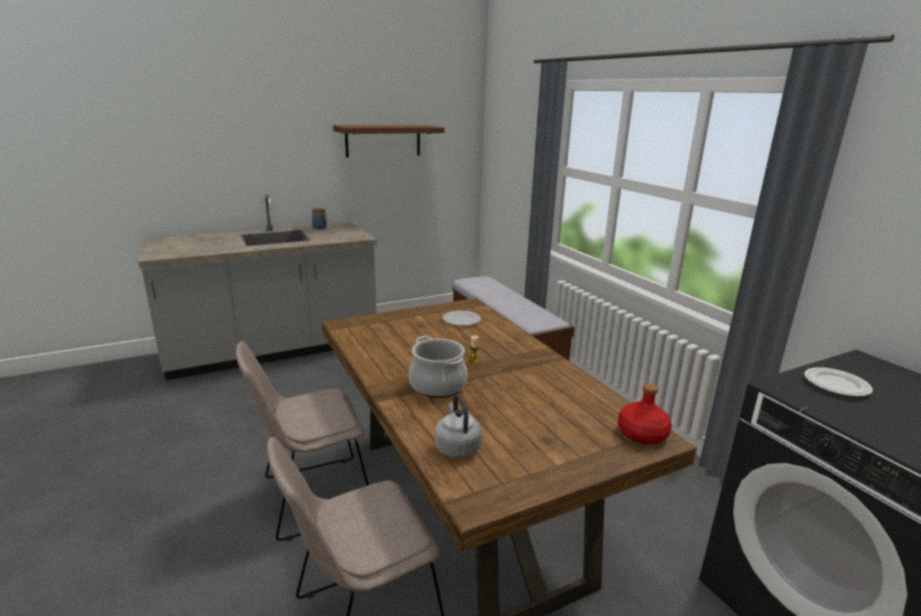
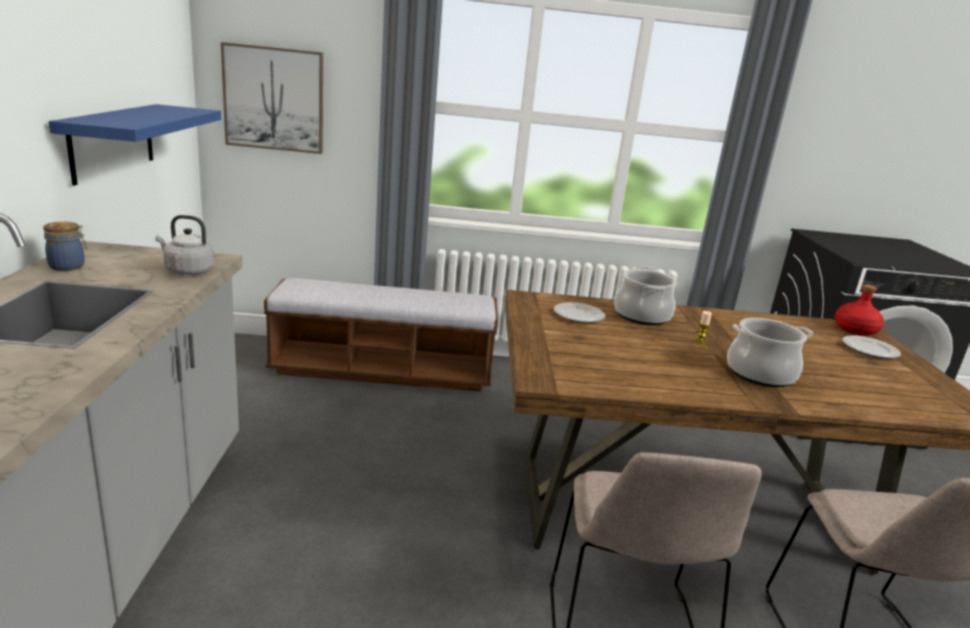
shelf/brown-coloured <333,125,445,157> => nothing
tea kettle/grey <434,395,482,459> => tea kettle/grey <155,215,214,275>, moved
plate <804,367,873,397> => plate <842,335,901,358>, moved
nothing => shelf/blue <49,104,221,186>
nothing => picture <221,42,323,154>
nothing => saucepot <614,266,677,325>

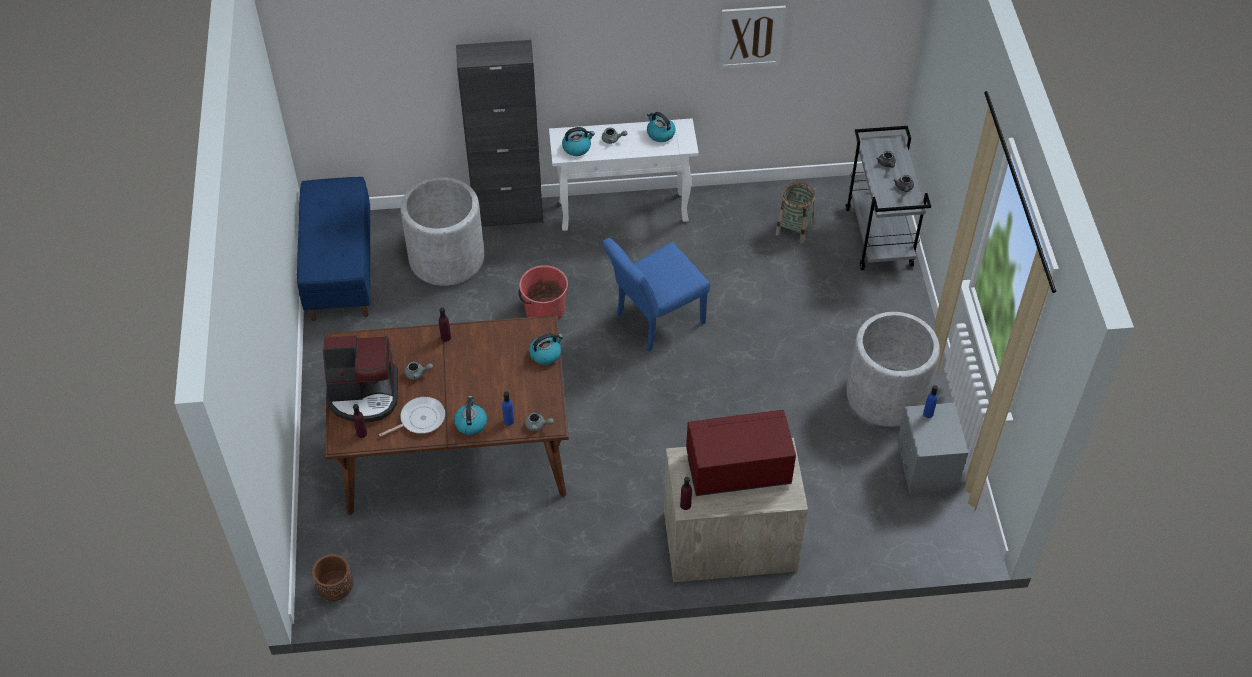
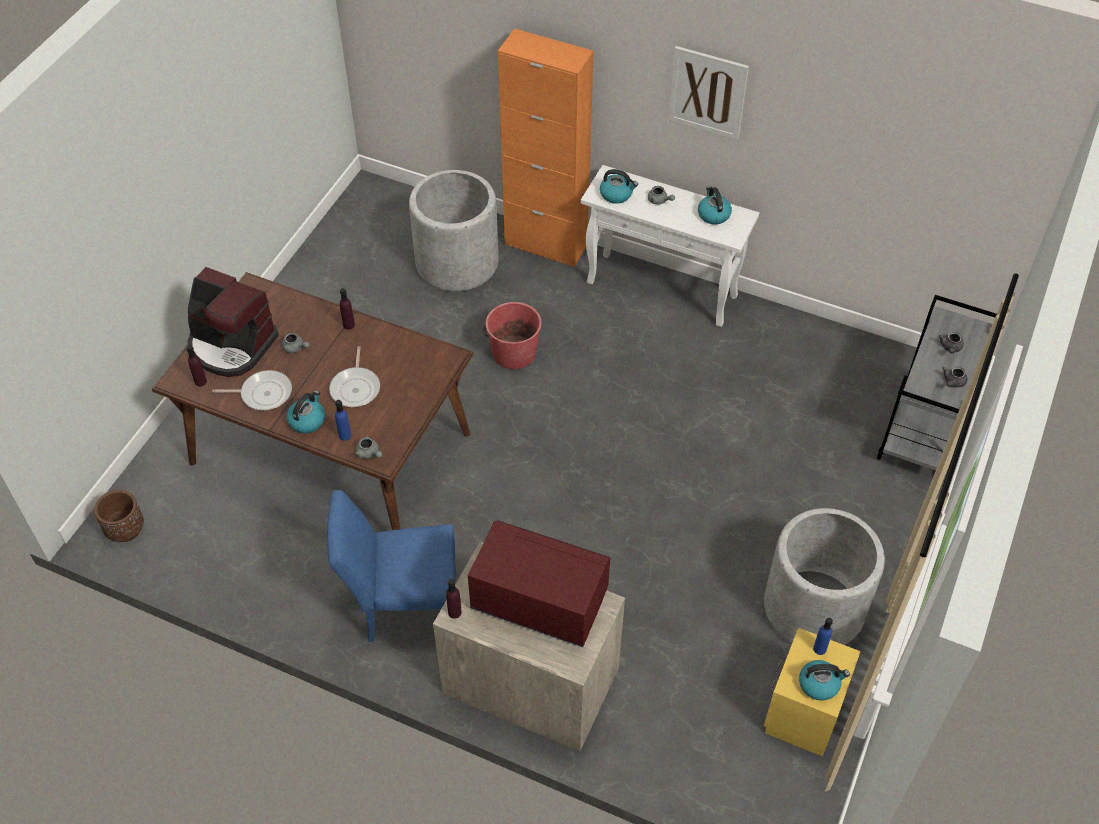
indoor bench/blue <297,177,370,321> => nothing
cupboard/black-coloured <456,40,543,227> => cupboard/orangey <498,28,594,267>
tea kettle <529,333,563,365> => tea kettle <799,660,850,701>, moved
plain chair/blue <602,238,710,352> => plain chair/blue <327,490,456,642>, moved
picture <718,6,786,69> => picture <668,46,749,141>, moved
storage basket <775,182,815,244> => nothing
bedside table/grey <897,403,968,495> => bedside table/yellow-coloured <764,628,861,757>
nothing => skillet <329,346,380,407>

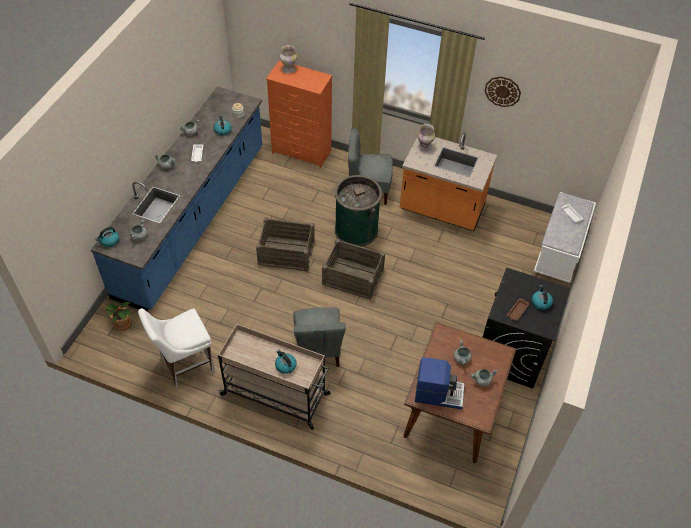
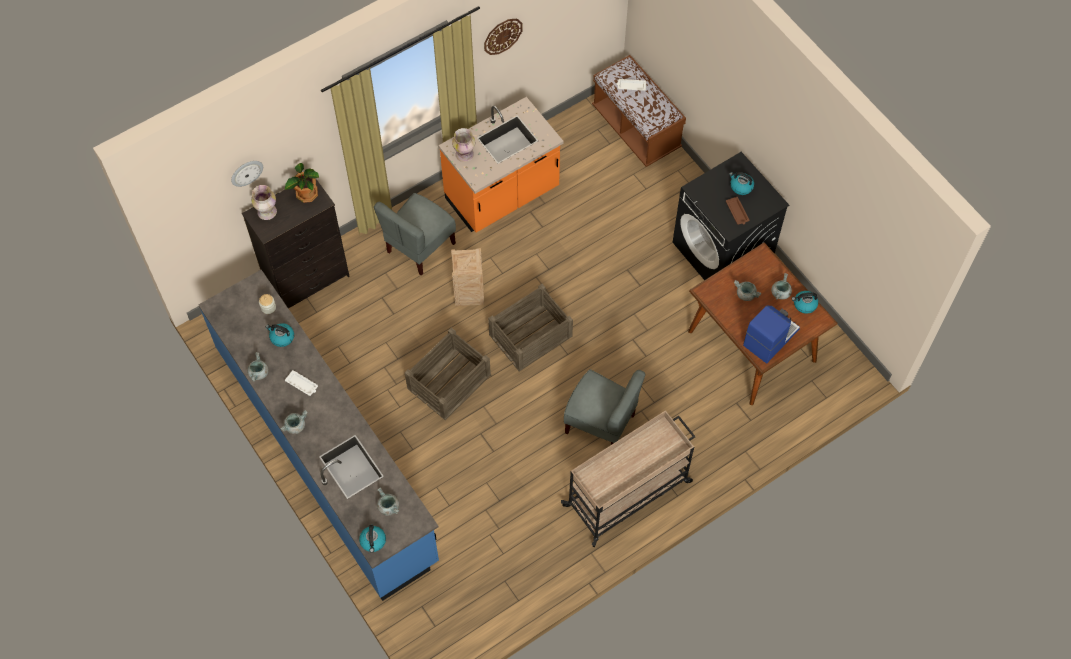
houseplant <105,302,132,331> => houseplant <285,163,319,203>, moved
plain chair/white-coloured <138,308,214,387> => nothing
chest of drawers/orangey <266,60,332,169> => chest of drawers/black-coloured <242,179,350,308>
tea kettle <275,350,297,374> => tea kettle <792,291,818,314>, moved
rubbish bin/green-coloured <334,175,382,247> => crate <451,248,484,306>
indoor bench/white-coloured <534,192,596,283> => indoor bench/brown-coloured <592,55,686,167>
nothing => clock on the wall <231,161,263,187>

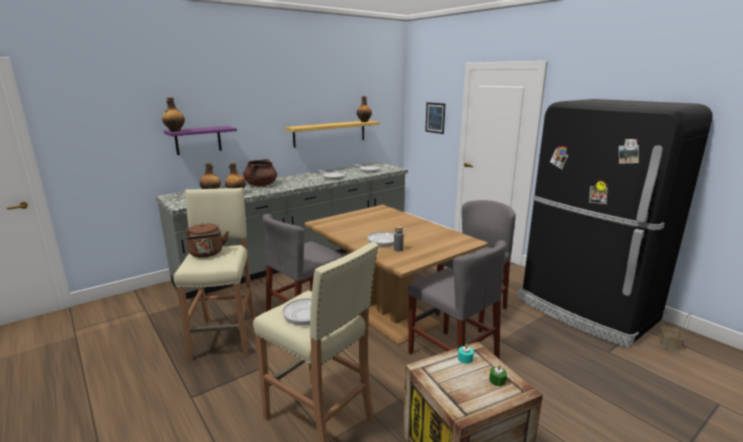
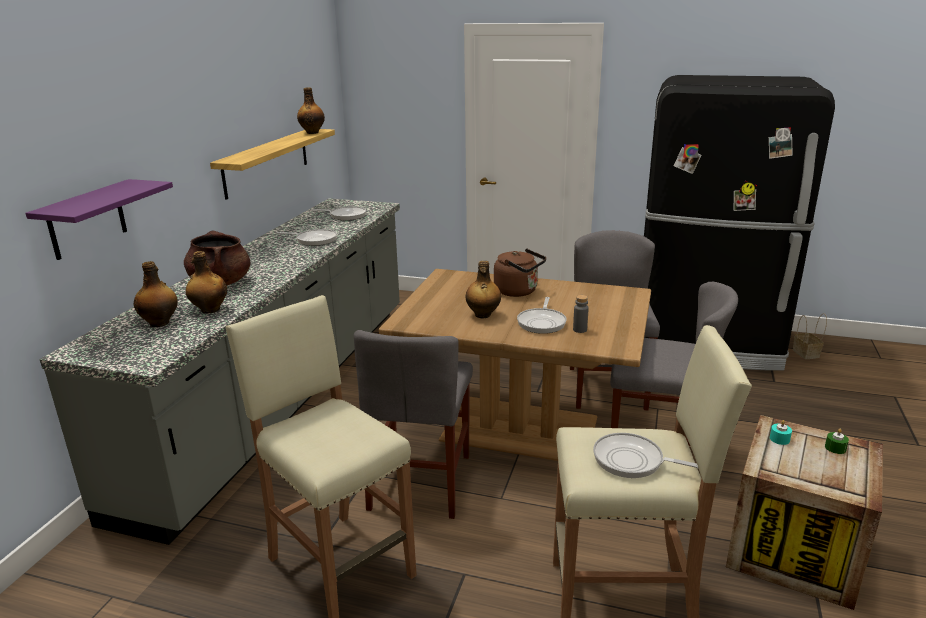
bottle <162,97,185,132> => bottle <465,261,501,319>, moved
tea kettle/brown-coloured <185,223,229,258> => tea kettle/brown-coloured <494,249,546,297>, moved
picture <425,102,445,134> => nothing

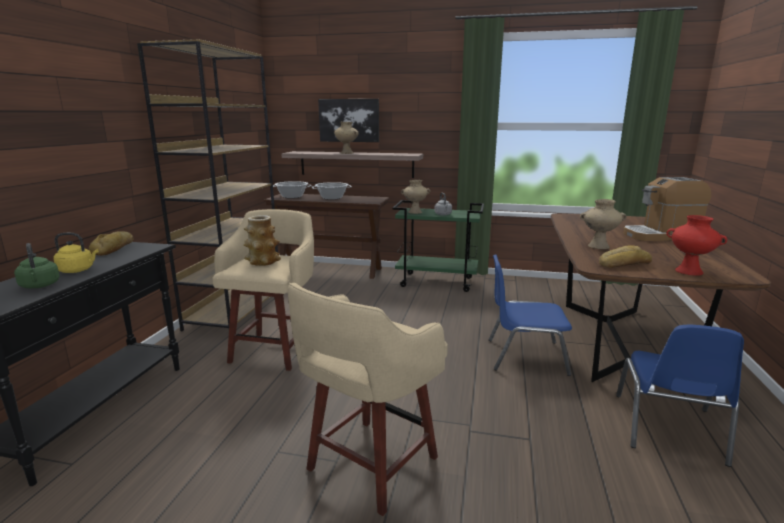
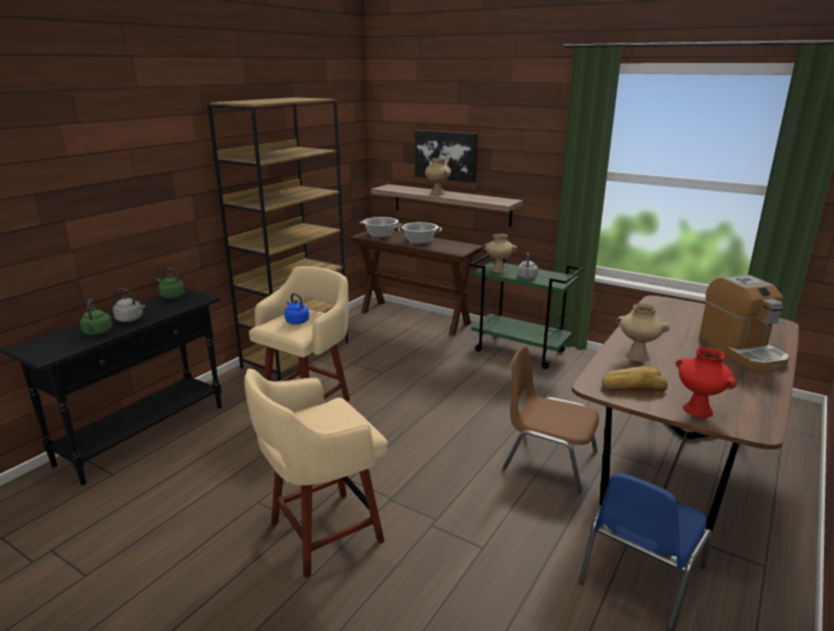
tea kettle/yellow-coloured <53,233,99,273> => tea kettle/grey <113,289,145,322>
baked bread <89,231,133,256> => tea kettle/green-coloured <157,268,185,299>
vase <243,215,281,266> => tea kettle/blue <284,293,309,324>
plain chair/blue <489,254,572,376> => plain chair/brown-coloured <503,346,599,493>
coffee brewer <623,177,711,241> => coffee brewer <699,275,790,371>, 120 degrees counterclockwise

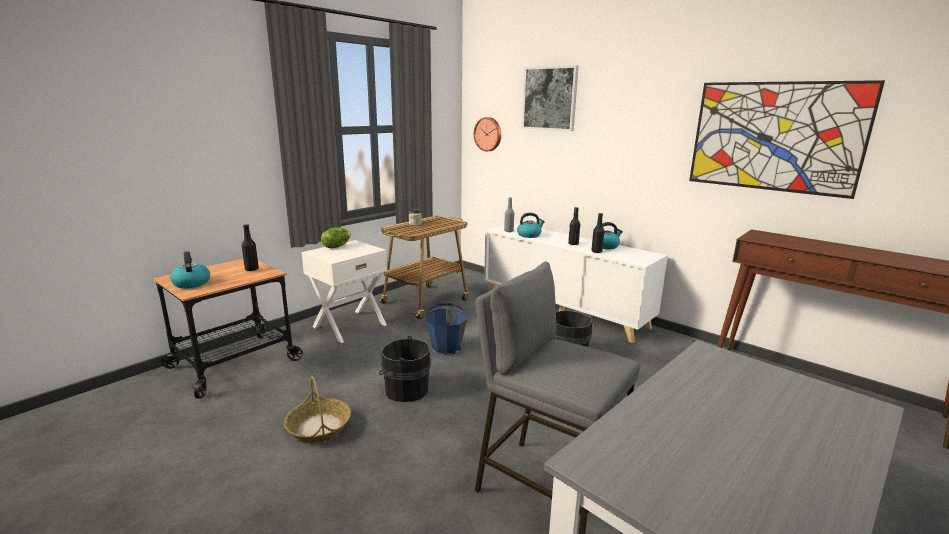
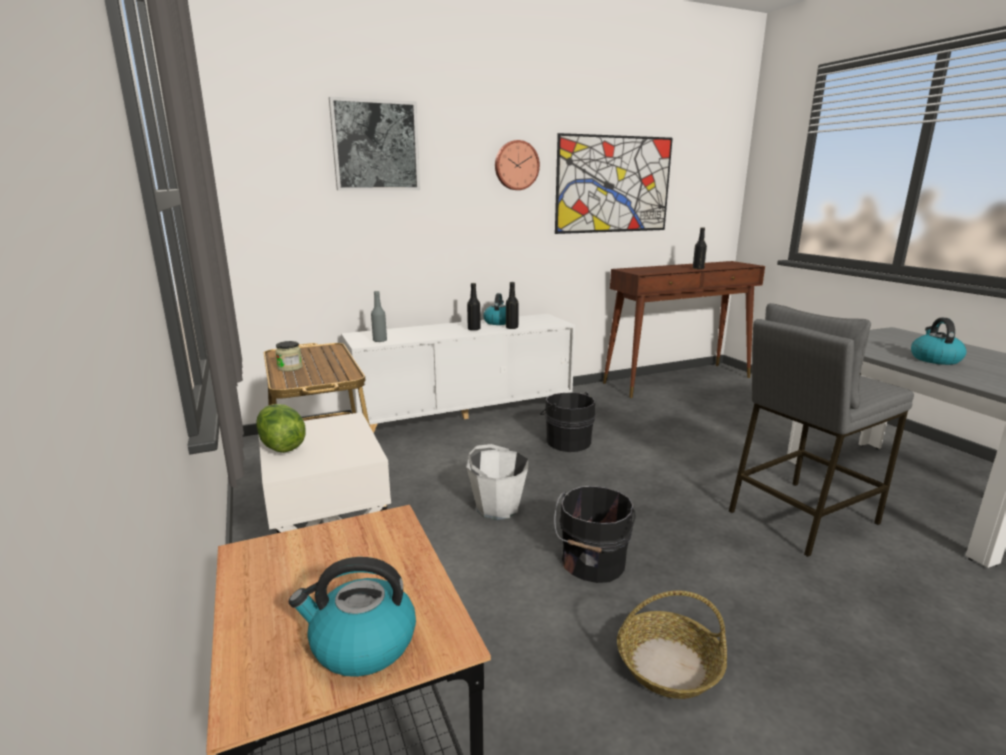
bottle/black-coloured <242,224,259,271> => bottle/black-coloured <693,227,707,270>, moved
pail/blue <426,303,467,355> => pail/white-coloured <466,444,528,520>
clock on the wall <474,117,501,152> => clock on the wall <495,140,540,190>, moved
tea kettle <517,212,545,238> => tea kettle <911,318,967,365>, moved

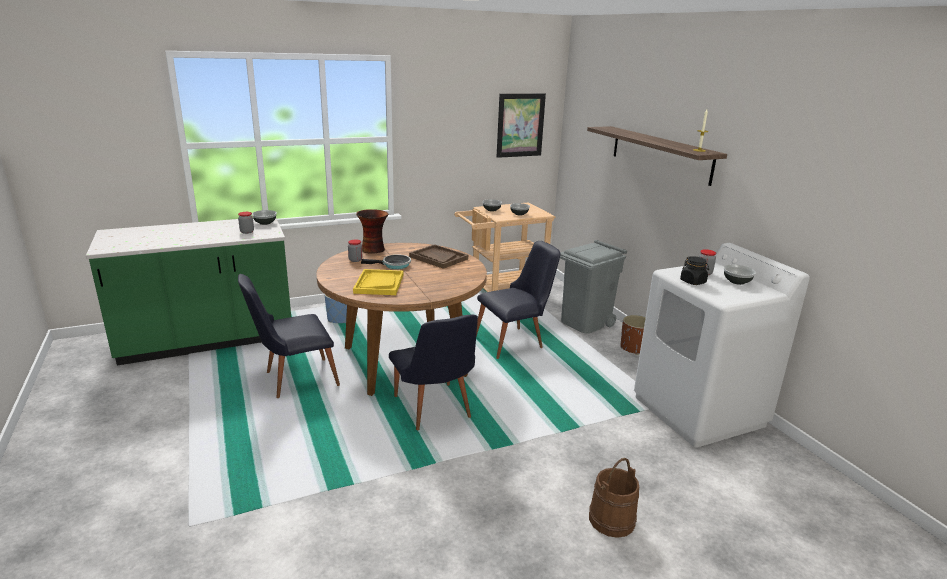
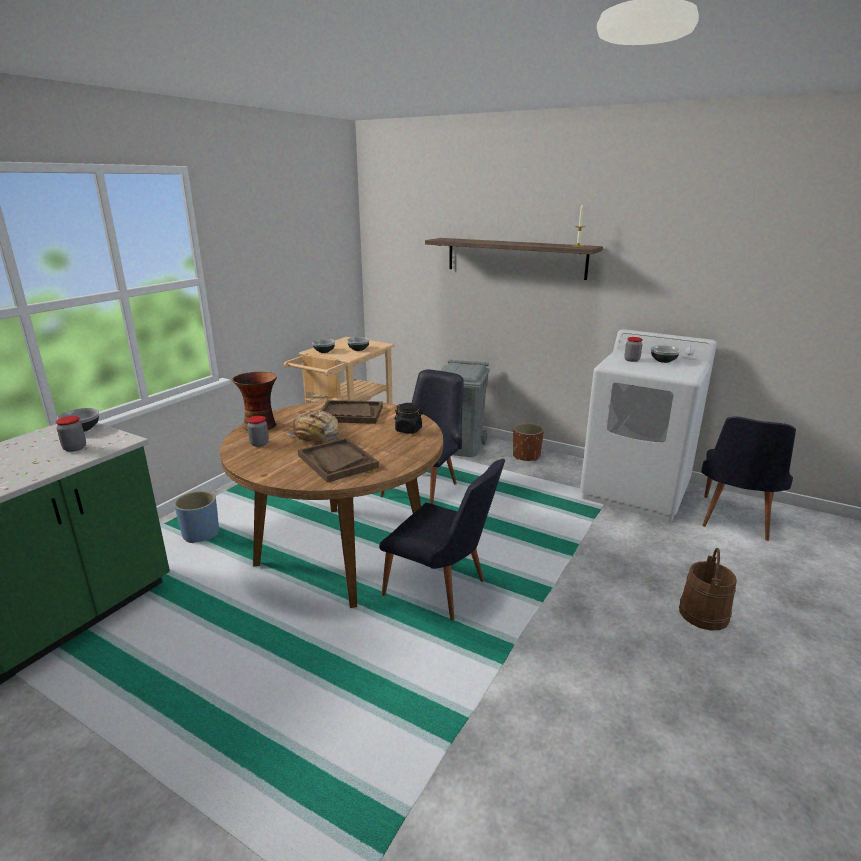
plain chair/black-coloured <238,274,340,398> => plain chair/black-coloured <701,417,796,541>, moved
carrying tray/yellow-coloured <353,269,403,295> => carrying tray/brown-coloured <298,438,379,483>
skillet <361,254,411,269> => baked bread <286,410,339,443>
picture <497,93,546,158> => nothing
jar/black-coloured <680,256,709,285> => jar/black-coloured <395,403,423,434>, moved

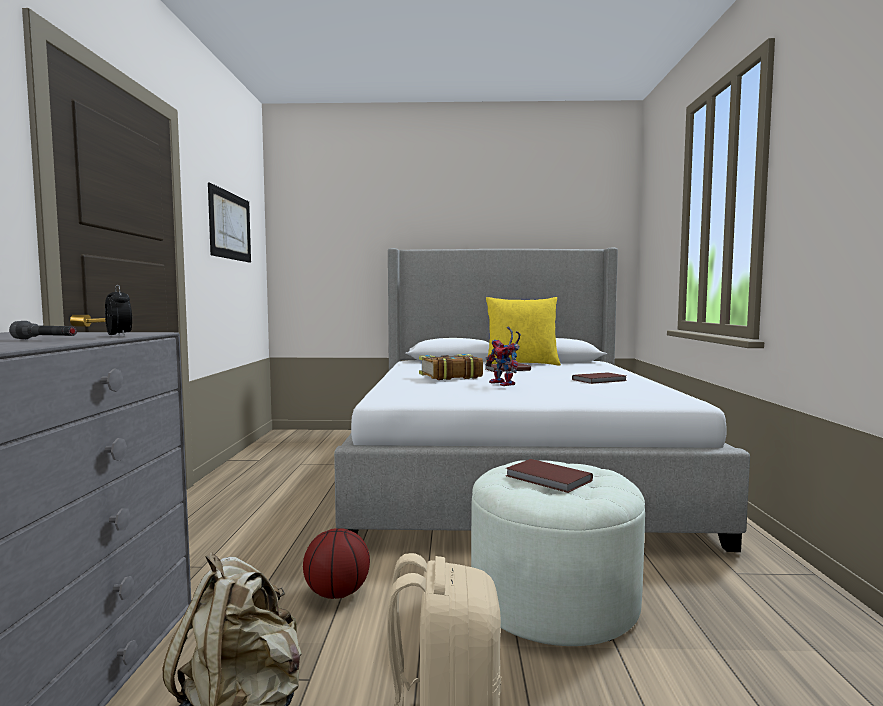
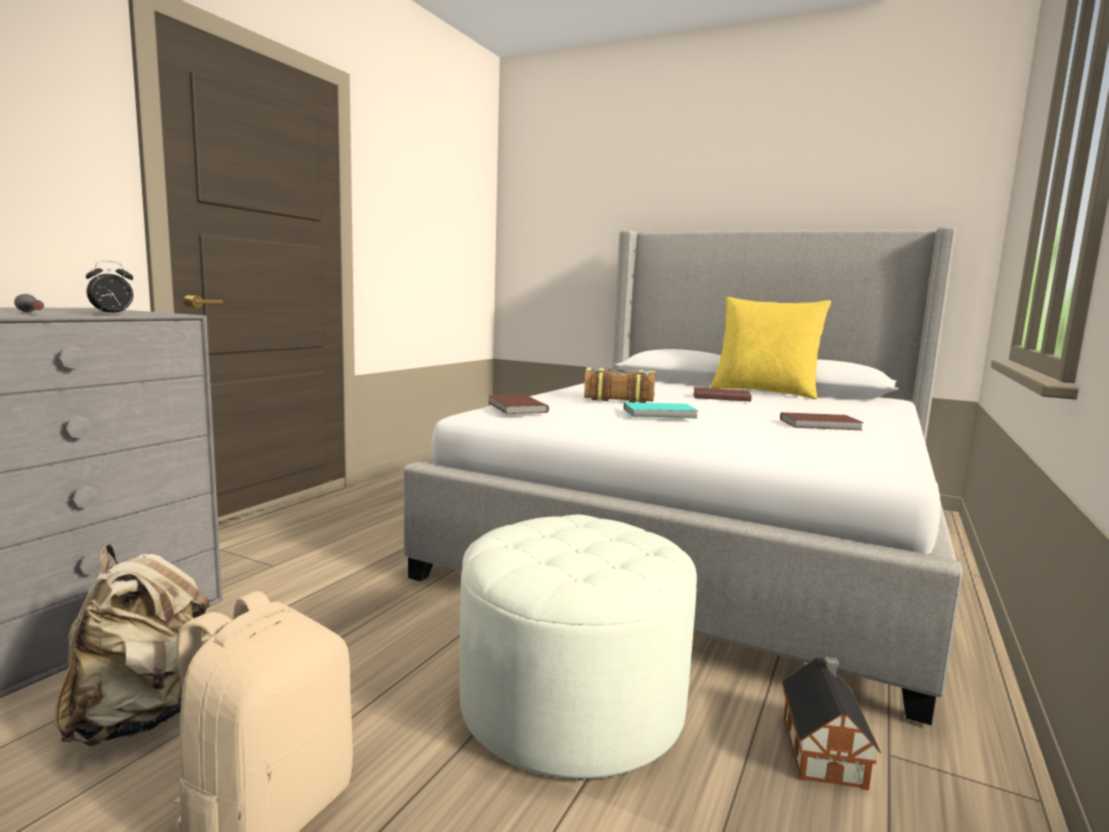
alarm clock <105,285,132,336> => alarm clock <86,261,133,314>, 60 degrees clockwise
picture <208,182,251,263> => nothing
basketball <303,528,370,599> => nothing
robot figure <486,327,521,386> => volume/turquoise-coloured <624,402,699,418>
volume/brown-coloured <506,459,593,493> => volume/brown-coloured <488,395,549,414>, moved
nothing => model house <782,657,881,790>

